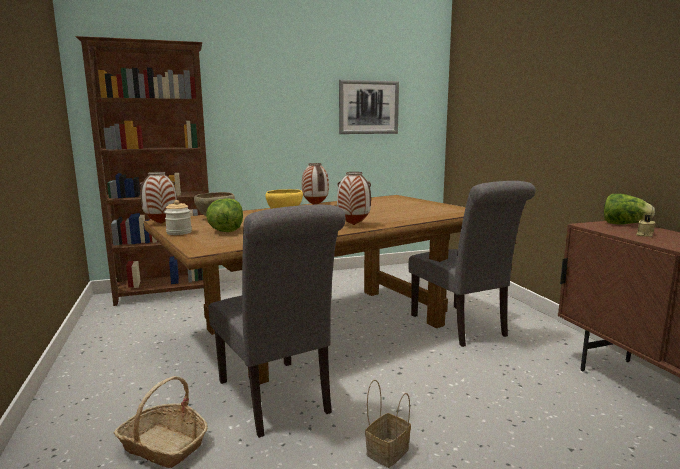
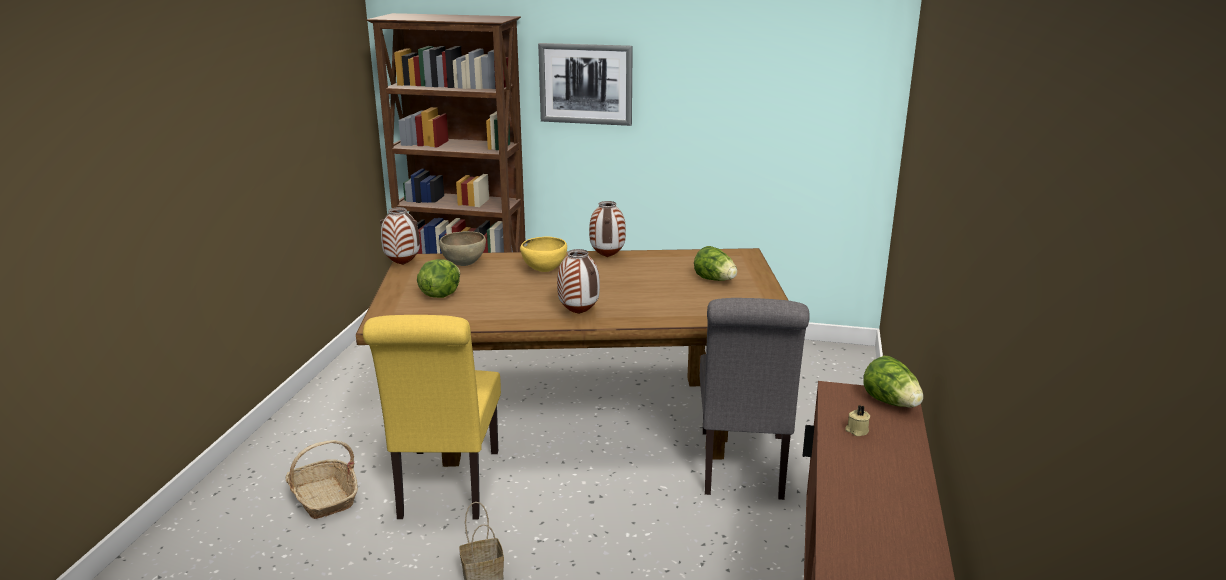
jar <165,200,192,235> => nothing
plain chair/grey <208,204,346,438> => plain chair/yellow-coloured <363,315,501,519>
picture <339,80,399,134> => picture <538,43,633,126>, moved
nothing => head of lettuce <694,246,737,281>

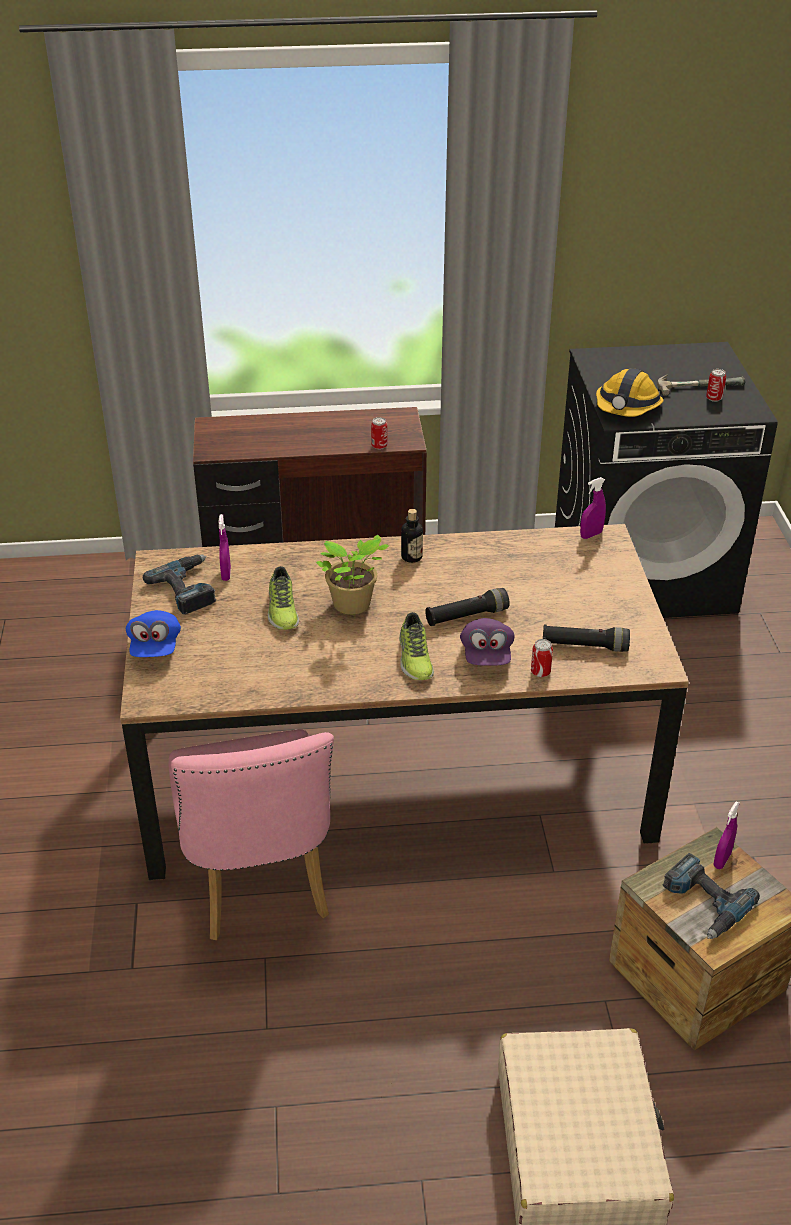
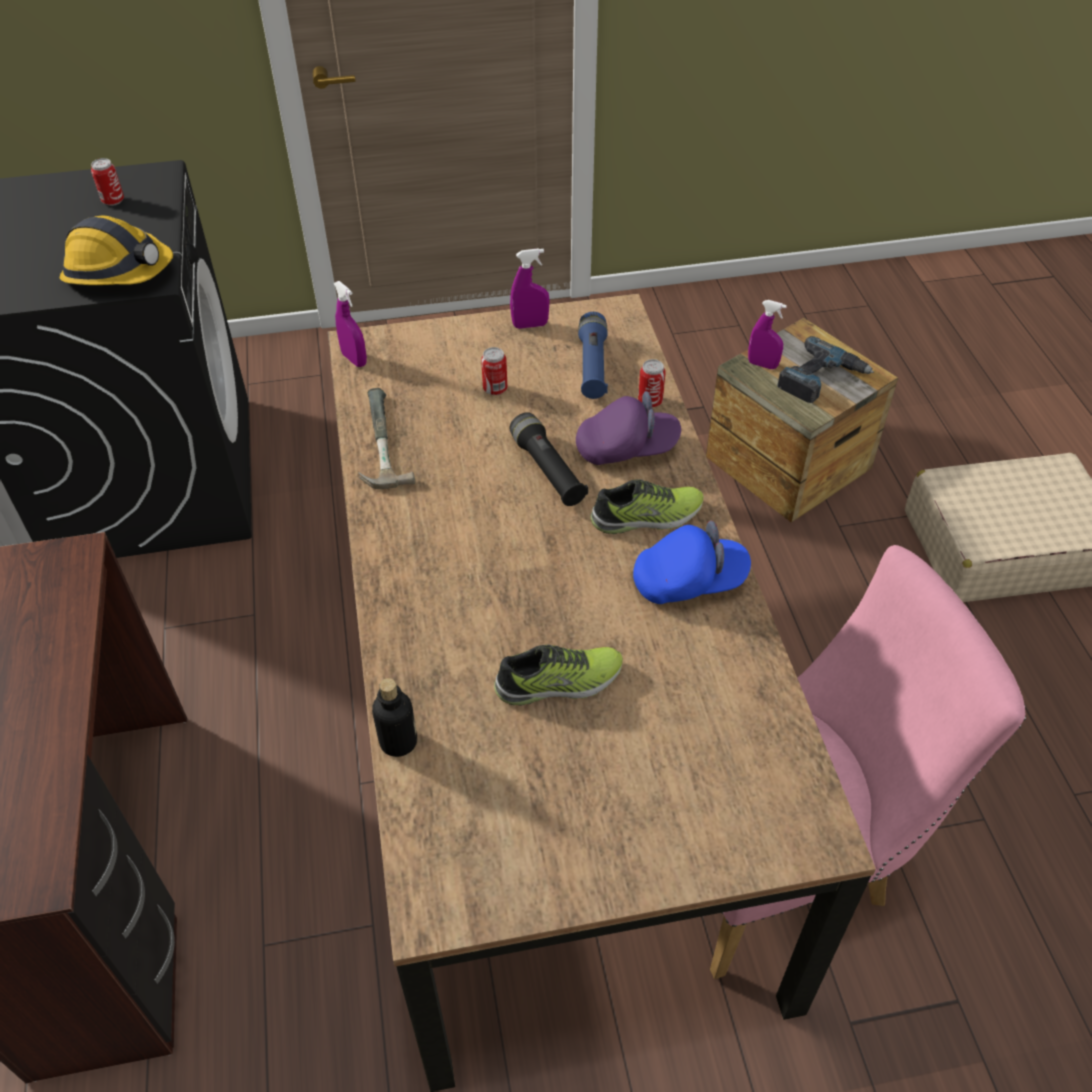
baseball cap/blue <126,610,181,657> => baseball cap/blue <633,520,751,604>, moved
drill <143,555,216,614> => nothing
hand sprayer/purplish <218,514,231,581> => hand sprayer/purplish <510,248,550,329>, moved
houseplant <316,534,389,615> => nothing
sealed can <371,417,387,450> => sealed can <481,347,507,395>, moved
bottle <401,509,423,563> => bottle <372,678,417,757>, moved
flashlight/black-coloured <543,624,630,652> => flashlight/blue <578,312,608,399>
hand hammer <657,375,746,396> => hand hammer <358,388,415,489>, moved

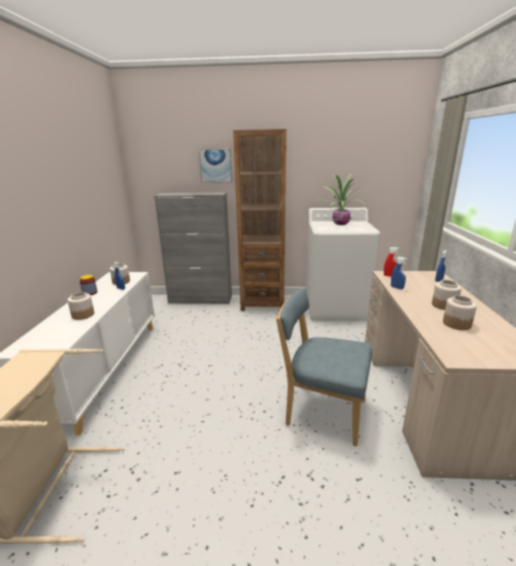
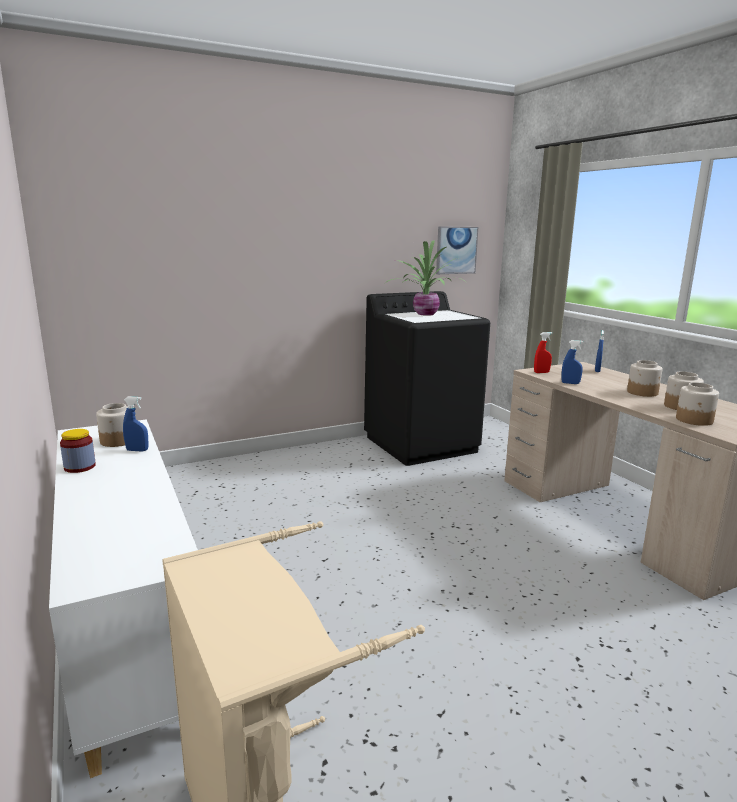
jar <67,292,94,320> => jar <676,382,719,426>, moved
cupboard/grey <154,192,232,304> => nothing
picture <199,149,232,183> => picture <436,226,478,274>, moved
bookshelf/brown-coloured <233,129,286,311> => nothing
plain chair/blue <276,288,372,447> => nothing
washing machine/white-coloured <305,208,380,321> => washing machine/black-coloured <364,291,490,466>

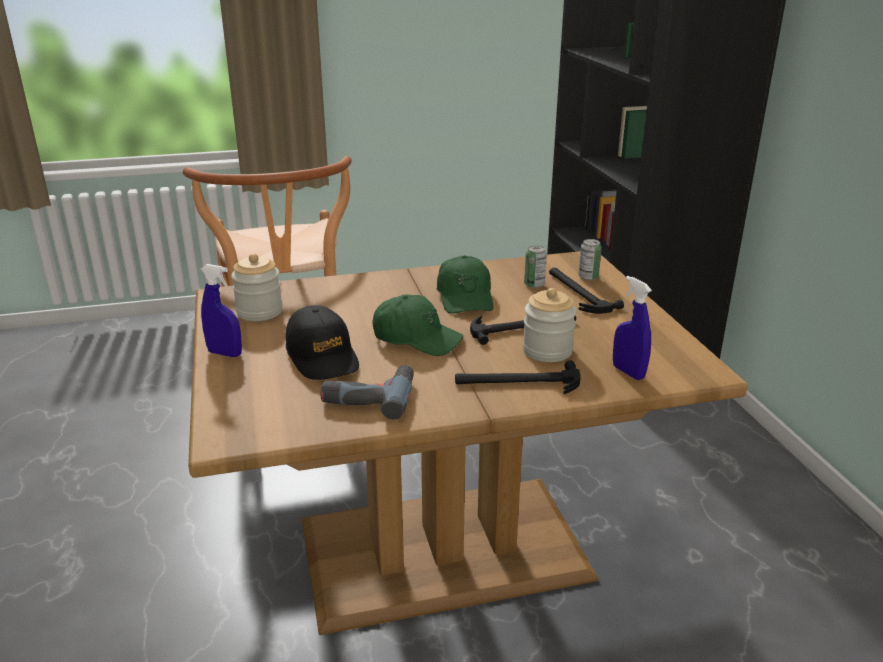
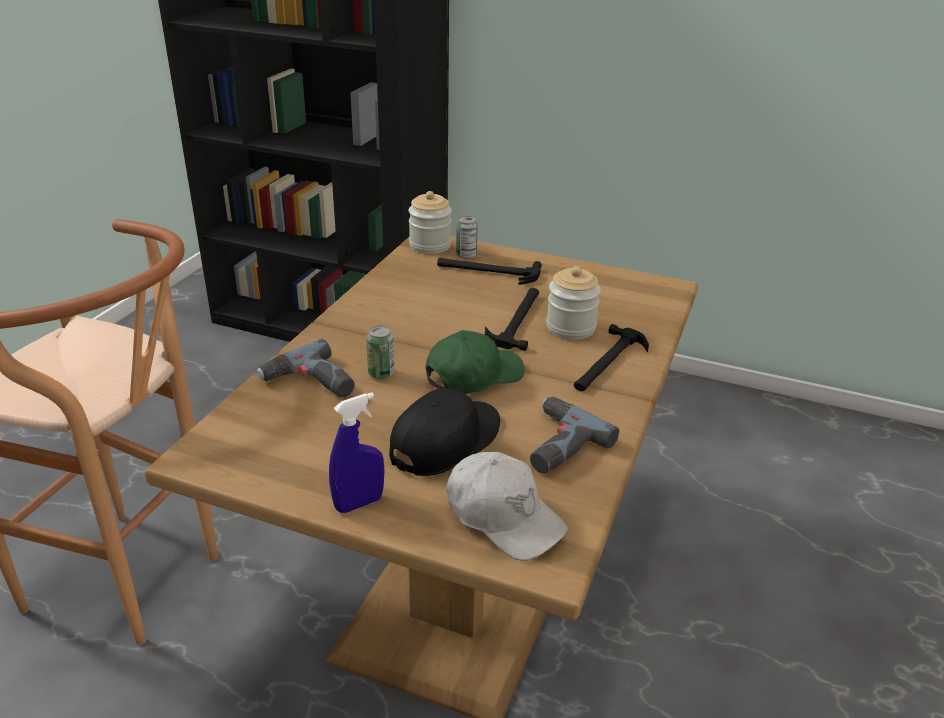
jar <231,253,283,321> => jar <408,191,452,254>, moved
baseball cap/black-coloured <286,305,359,380> => baseball cap/black-coloured <389,388,500,476>, 60 degrees counterclockwise
baseball cap/green-coloured <437,255,494,313> => nothing
sealed can <524,246,547,288> => sealed can <366,325,395,379>, moved
hand sprayer/blue <613,276,652,380> => nothing
nothing => drill <256,339,355,397>
nothing => baseball cap/white-coloured <447,452,568,561>

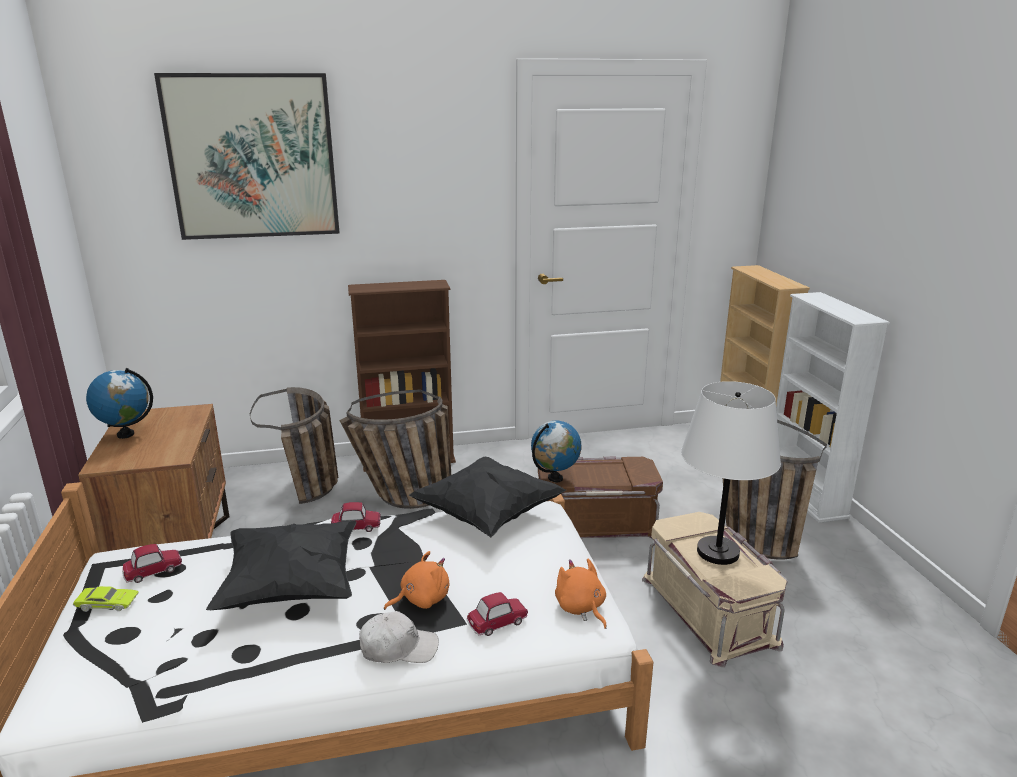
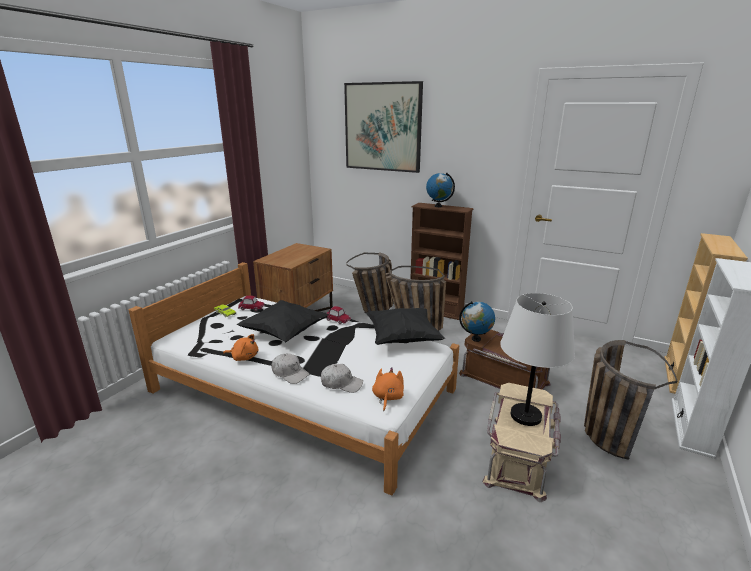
desk globe <86,368,153,439> => desk globe <426,172,455,207>, moved
cuddly toy/orangey <384,551,449,610> => cuddly toy/orangey <223,334,258,361>, moved
toy car <466,592,528,636> => baseball cap/white-coloured <321,364,363,393>

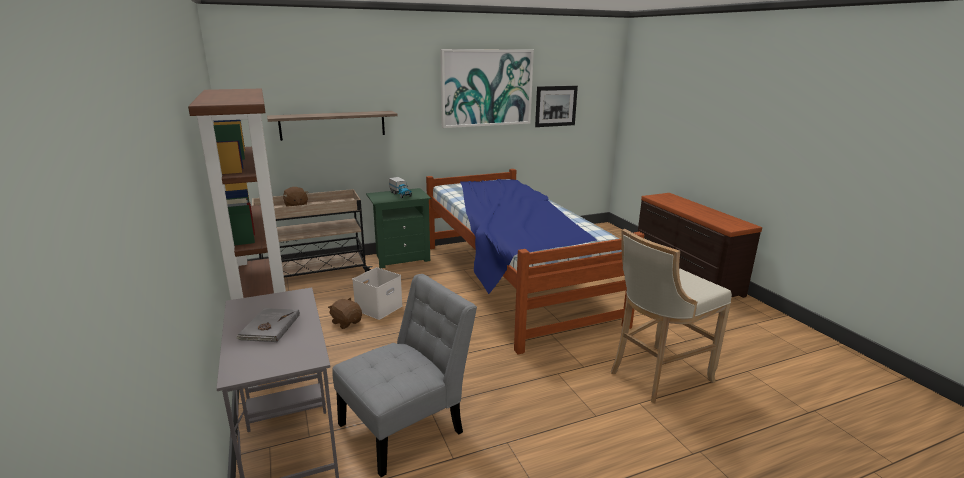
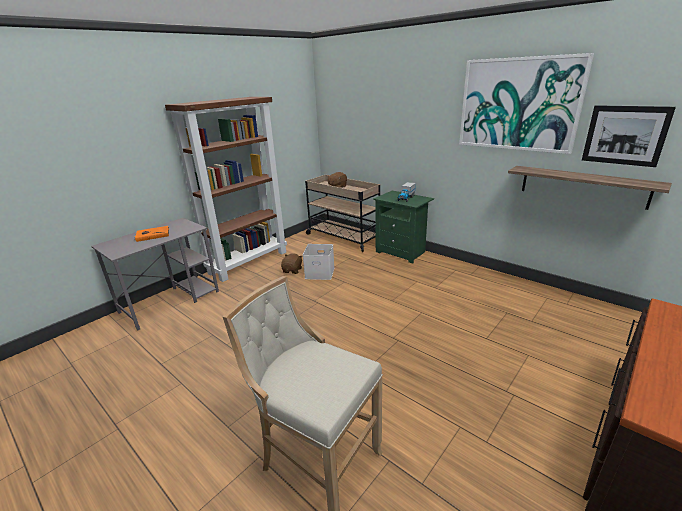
volume/grey <235,308,300,342> => volume/orangey <135,226,169,242>
shelf <267,111,398,141> => shelf <508,166,672,210>, moved
plain chair/grey <332,274,477,477> => nothing
sleeping bed <426,169,644,354> => nothing

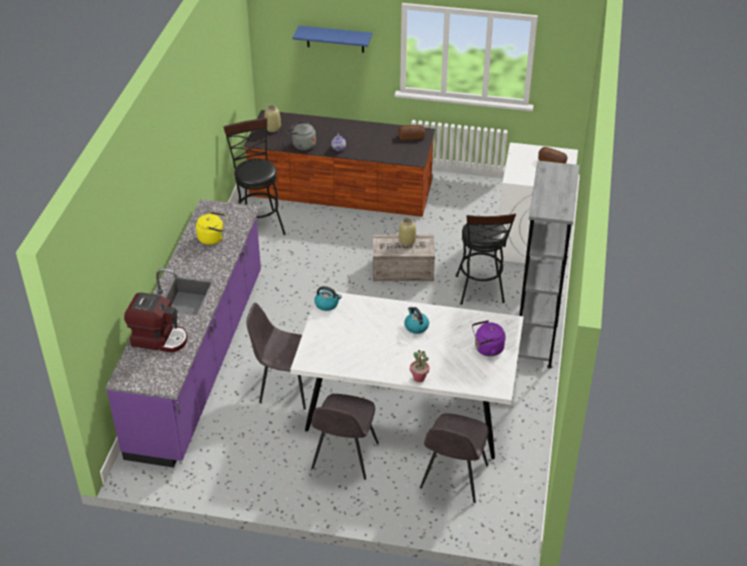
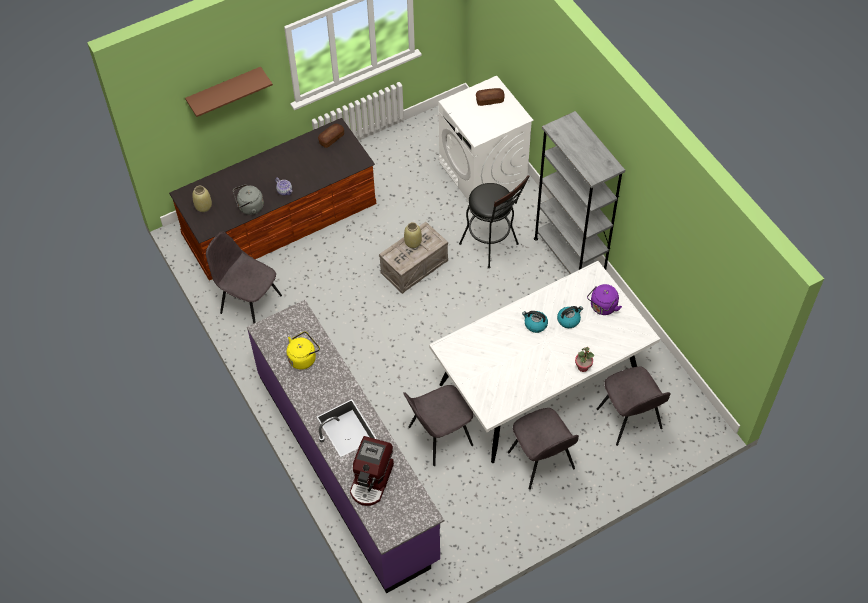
coffee brewer <124,292,187,353> => coffee brewer <350,436,394,506>, 135 degrees clockwise
stool/black-coloured <223,118,286,235> => plain chair/grey <206,232,282,324>
shelf/blue <292,25,373,53> => shelf/brown-coloured <185,67,273,117>
tea kettle <314,286,342,311> => tea kettle <557,306,583,328>, moved

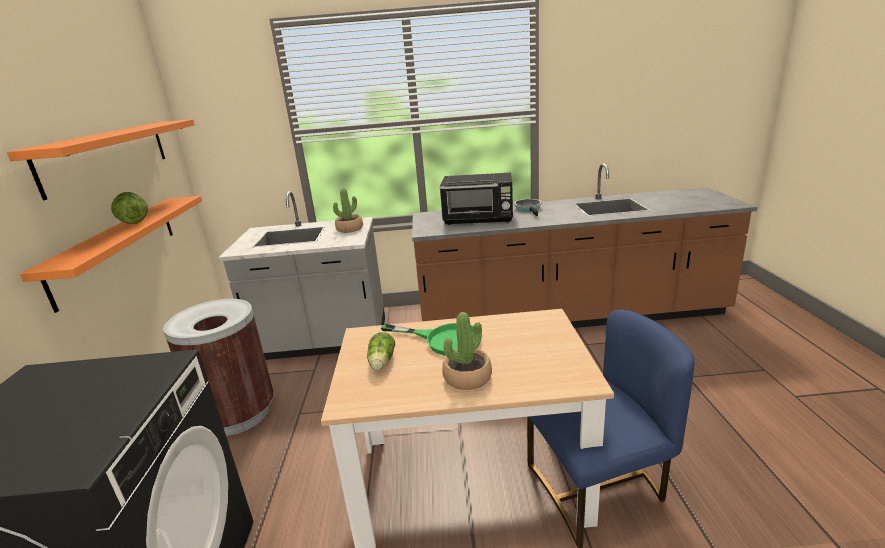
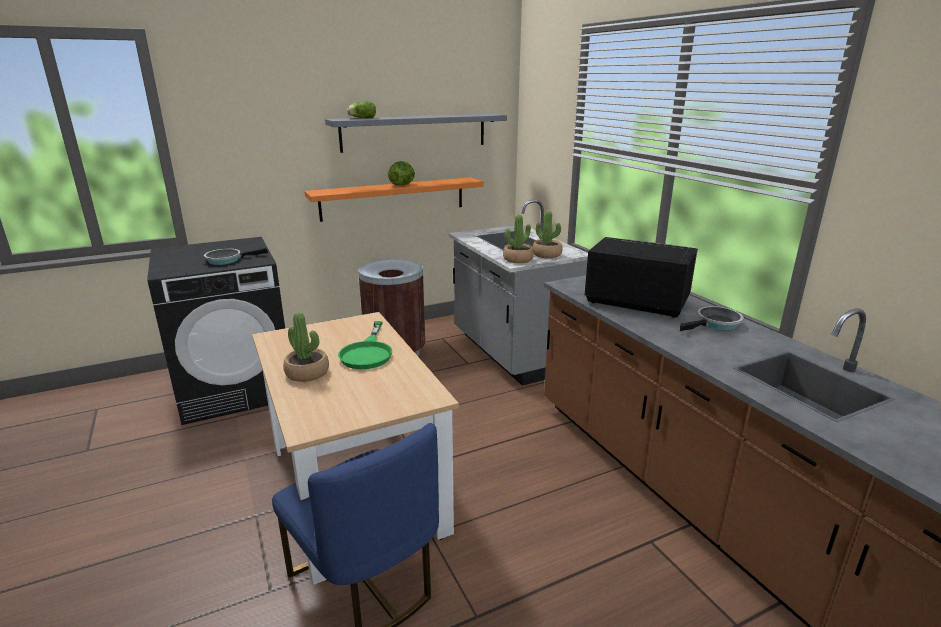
shelf/orangey <7,119,195,200> => shelf/grey <325,114,507,153>
head of lettuce <367,332,395,370> => head of lettuce <347,102,376,118>, moved
kitchen microwave/black-coloured <440,173,513,225> => kitchen microwave/black-coloured <585,237,698,318>, 135 degrees clockwise
nothing => skillet <204,247,268,265>
nothing => houseplant <503,214,534,263>

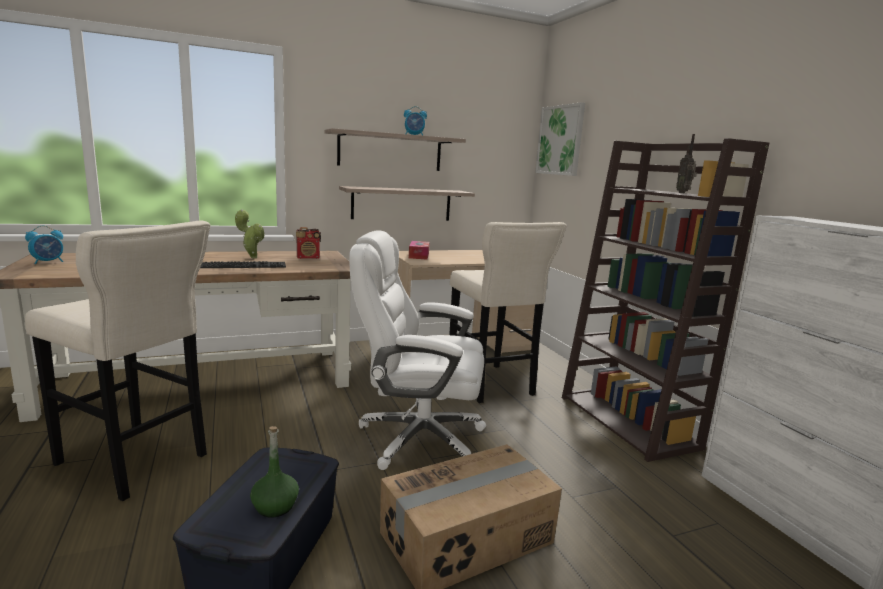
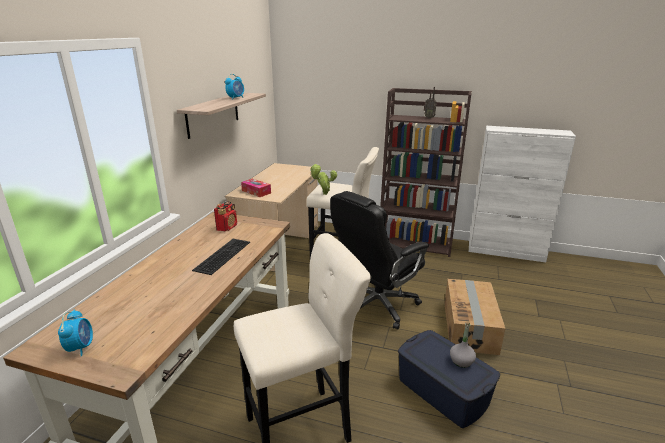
houseplant <235,209,265,258> => houseplant <310,164,337,195>, moved
bottle/green-coloured <250,426,299,518> => bottle/grey <450,322,476,368>
shelf <339,186,475,221> => nothing
office chair/white-coloured <349,231,486,470> => office chair/black-coloured <330,191,429,330>
picture <535,102,585,176> => nothing

